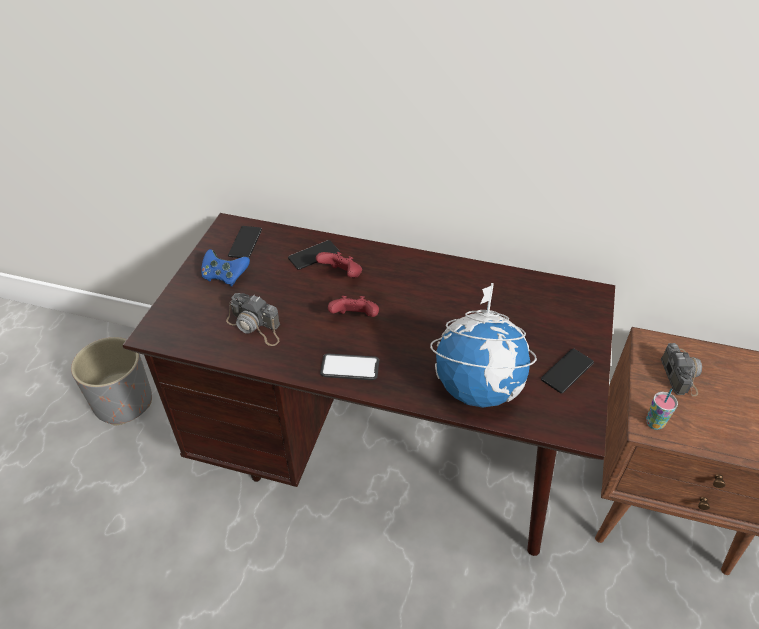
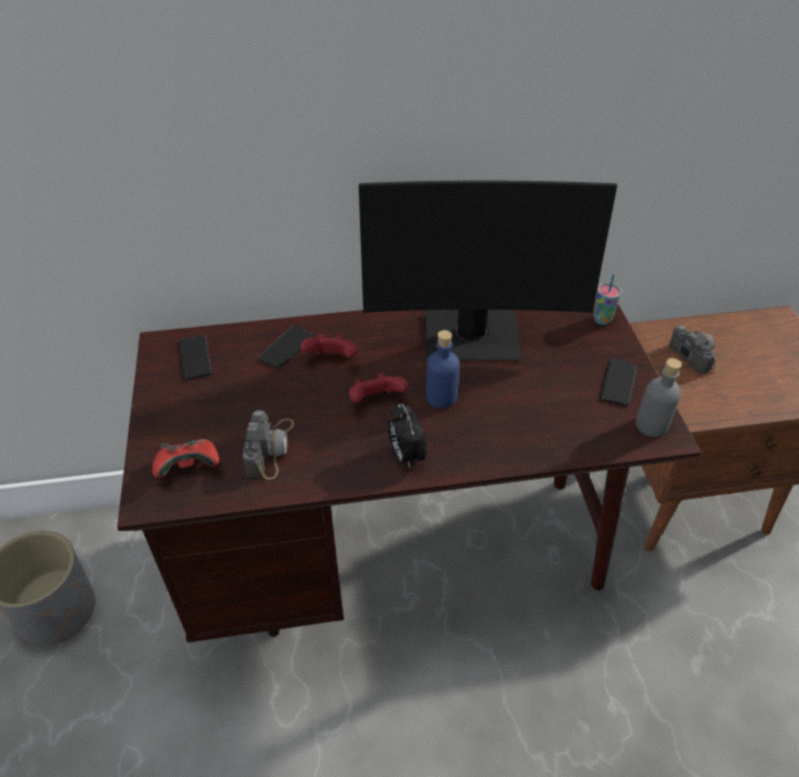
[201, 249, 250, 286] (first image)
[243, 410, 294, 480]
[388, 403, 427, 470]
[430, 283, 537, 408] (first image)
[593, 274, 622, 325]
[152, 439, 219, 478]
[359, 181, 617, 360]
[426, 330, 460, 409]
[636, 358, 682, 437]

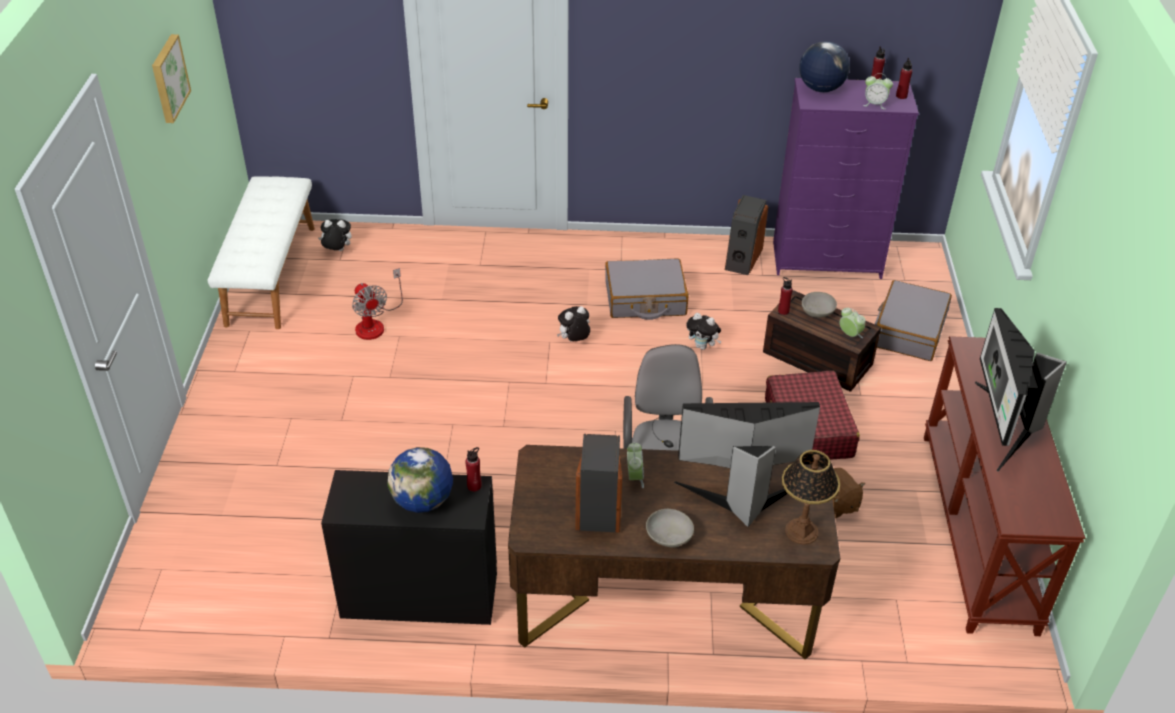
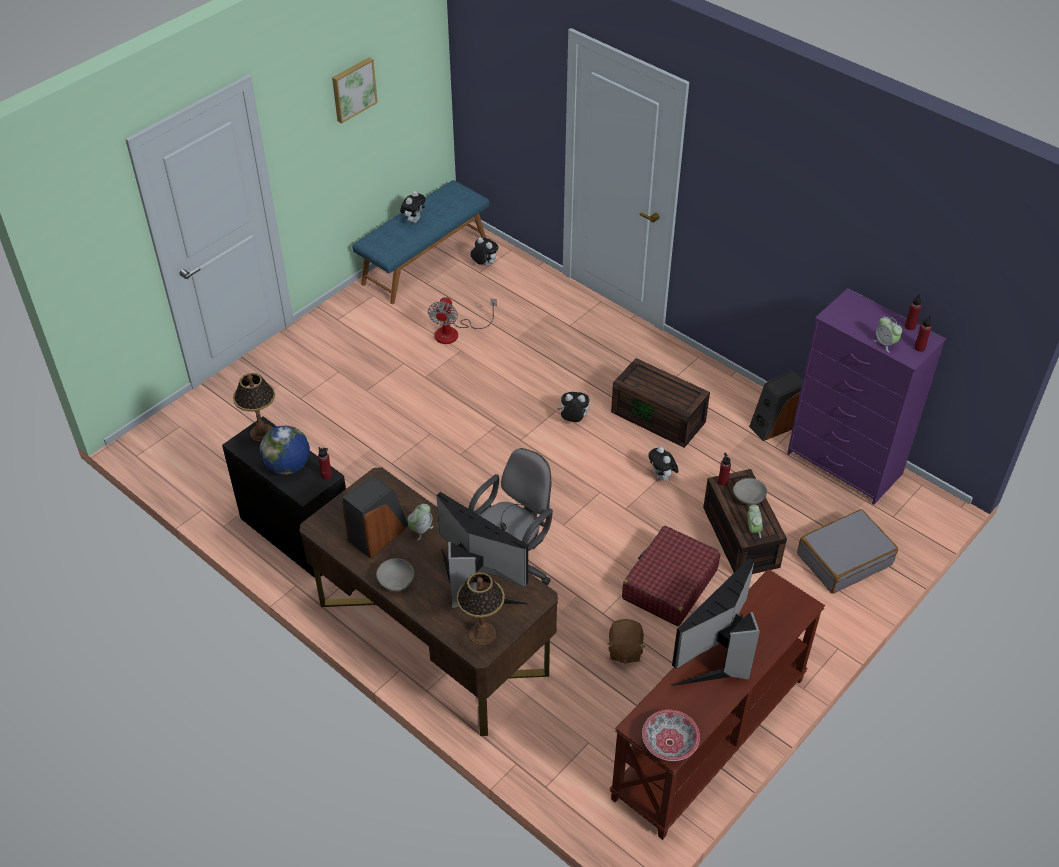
[352, 180, 490, 304]
[611, 358, 710, 448]
[799, 41, 850, 92] (first image)
[233, 373, 275, 442]
[400, 191, 425, 223]
[642, 710, 700, 761]

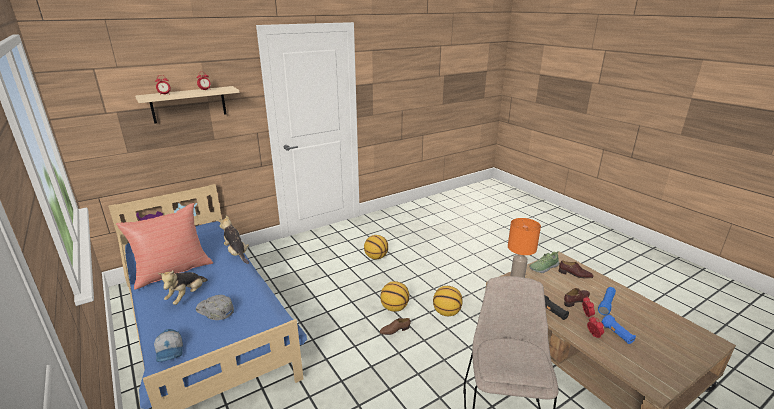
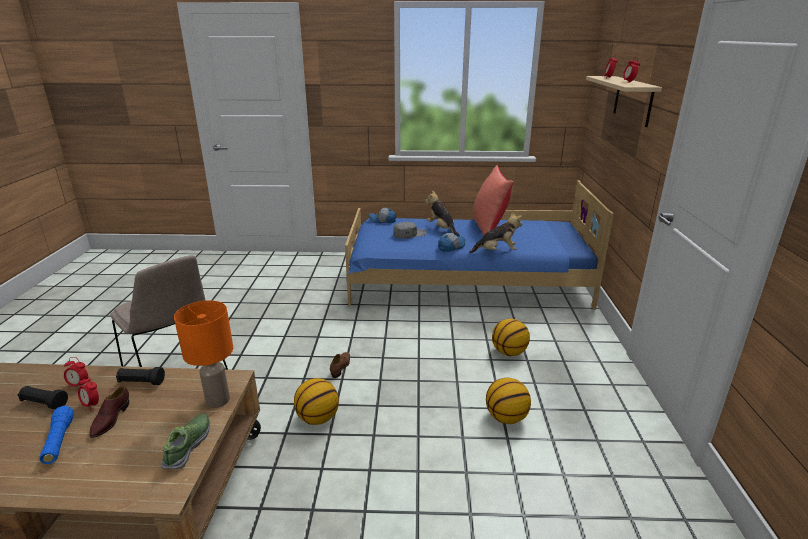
[492, 319, 530, 356]
[559, 260, 594, 279] (first image)
[17, 386, 68, 410]
[438, 233, 465, 252]

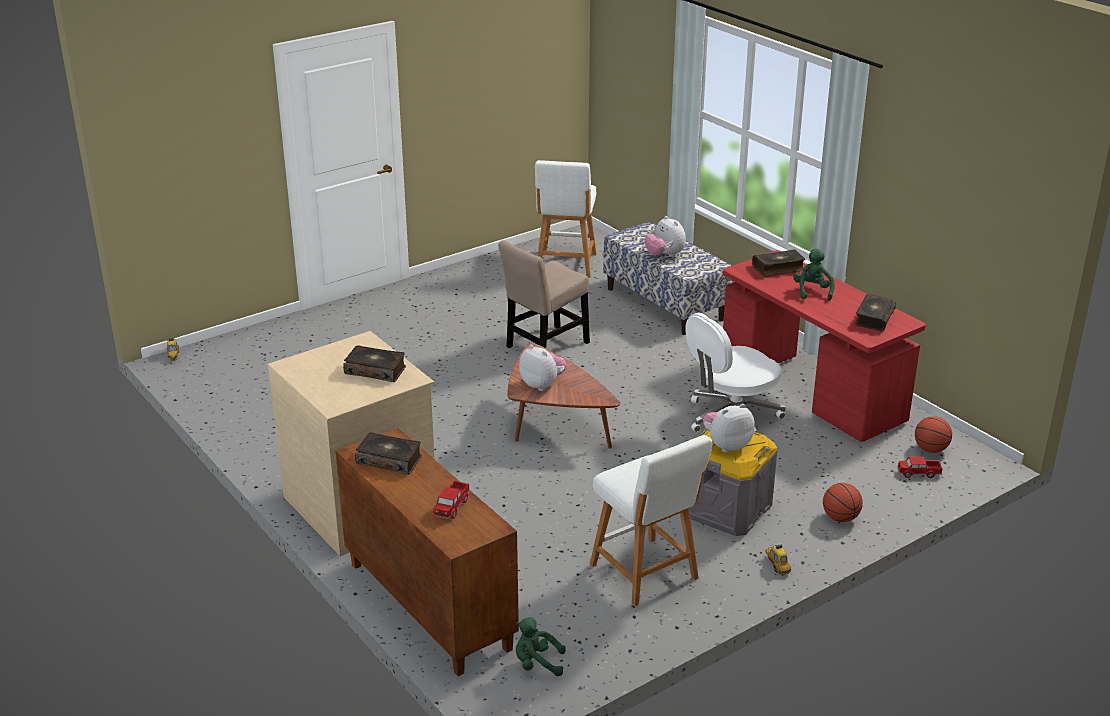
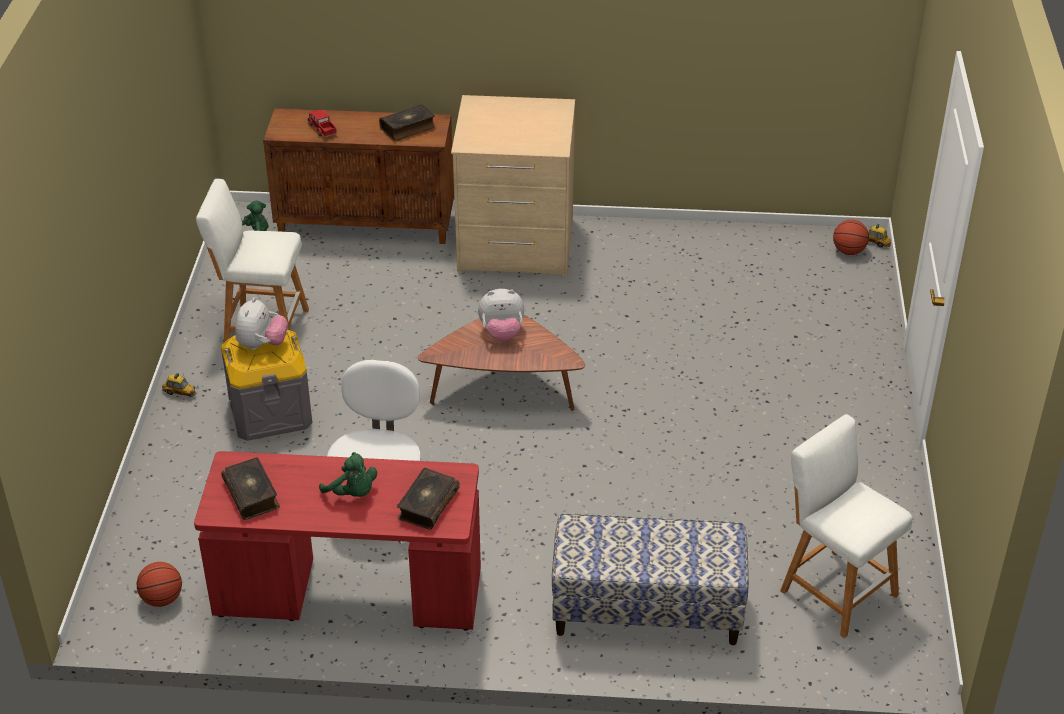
[343, 345, 406, 382] (first image)
[498, 240, 590, 348] (first image)
[644, 216, 686, 257] (first image)
[833, 220, 869, 255]
[897, 456, 943, 478] (first image)

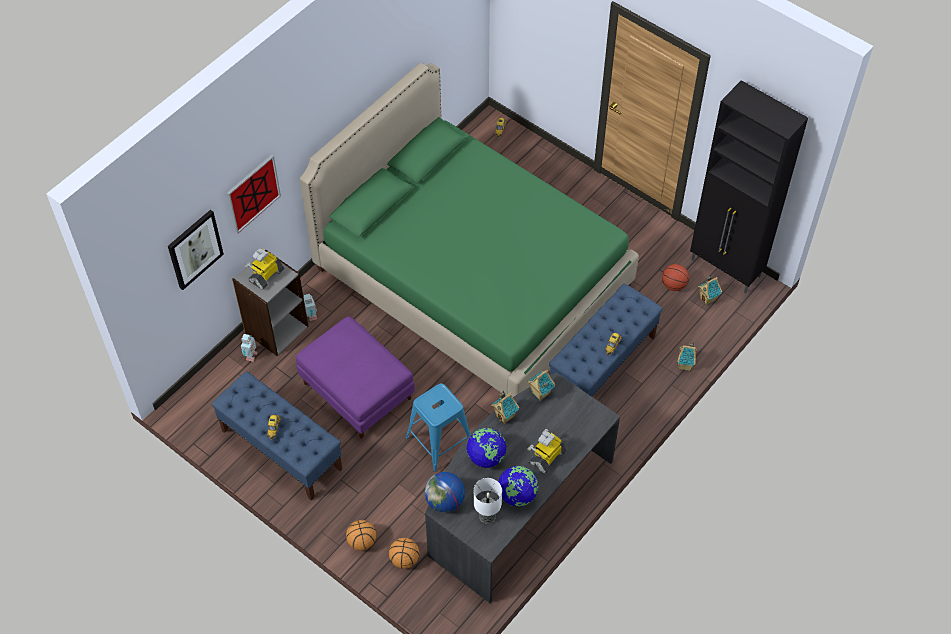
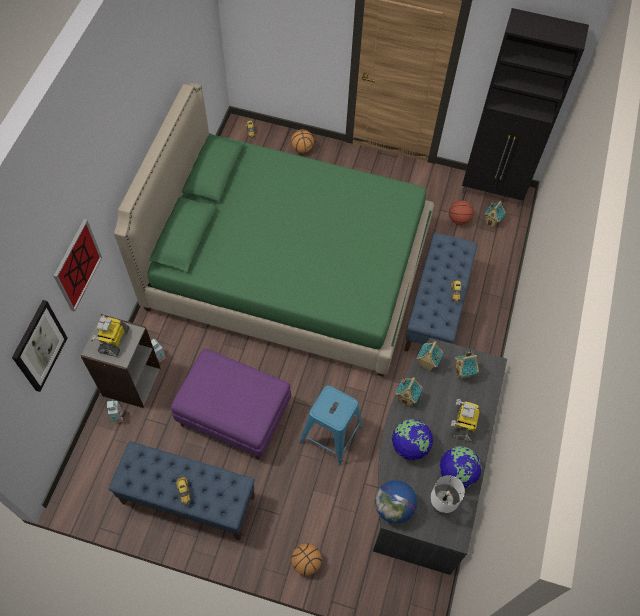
[291, 129, 314, 153]
[454, 349, 479, 380]

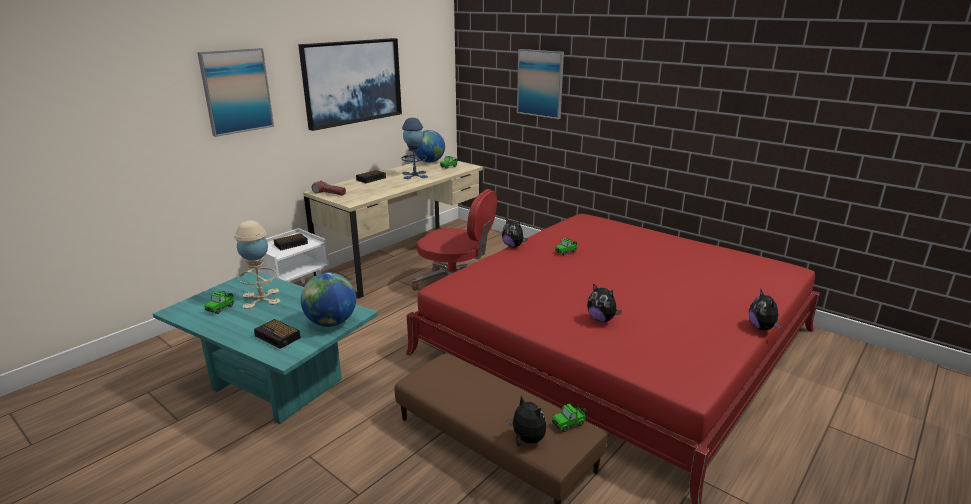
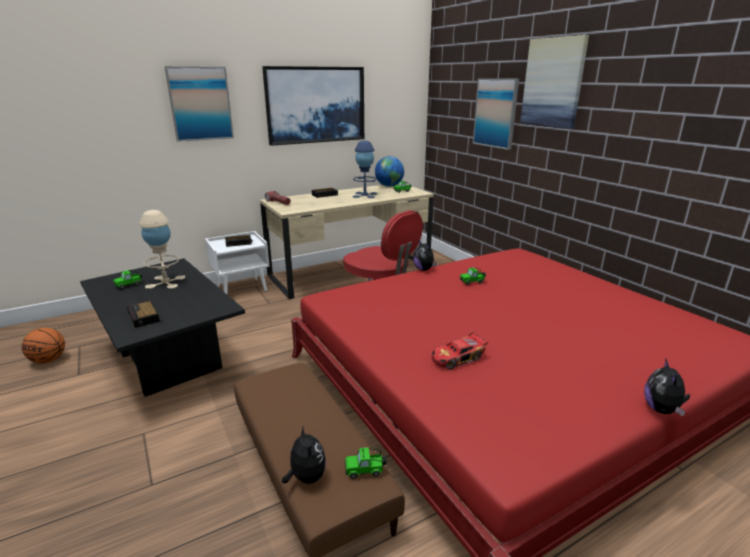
[80, 258, 245, 397]
[301, 273, 356, 327] (first image)
[432, 332, 488, 369]
[22, 328, 65, 363]
[520, 35, 589, 129]

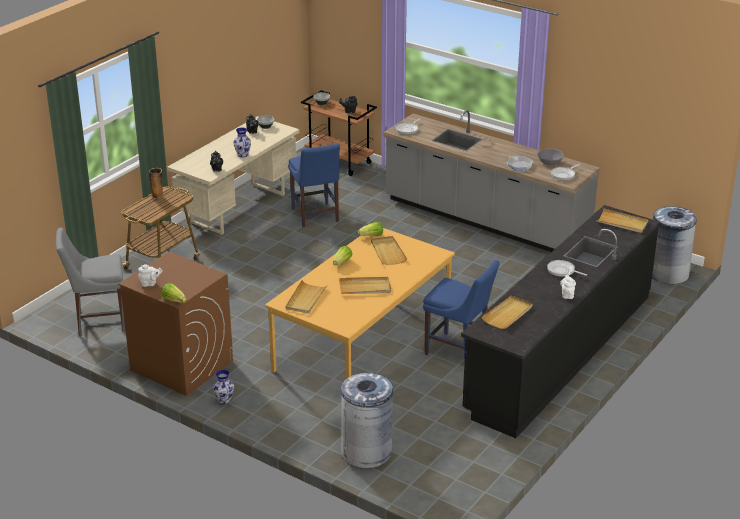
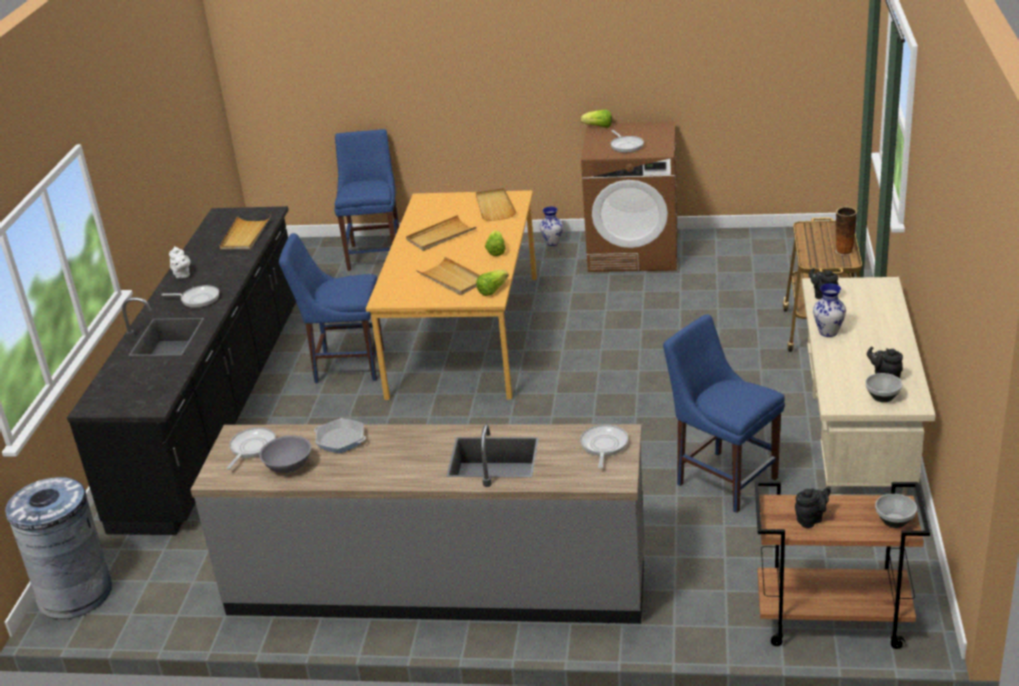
[56, 228, 126, 336] (first image)
[138, 264, 163, 287] (first image)
[334, 129, 399, 271]
[596, 209, 648, 233] (first image)
[610, 130, 644, 153]

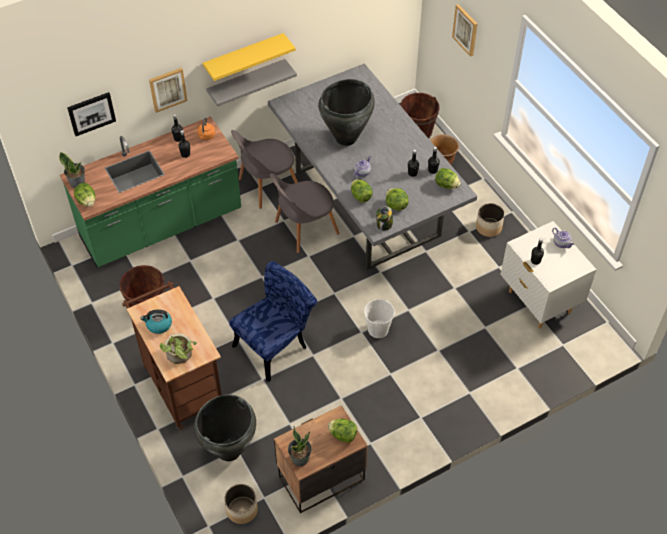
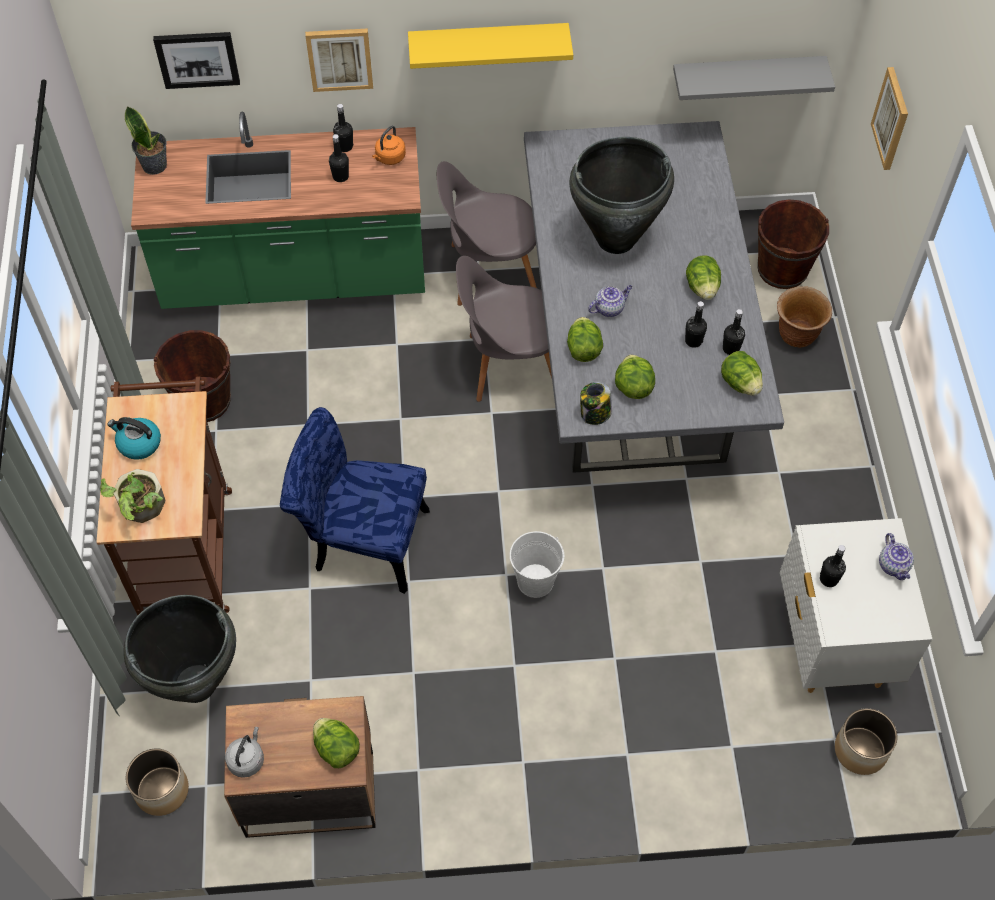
[686, 255, 721, 300]
[673, 56, 835, 100]
[280, 407, 430, 594]
[225, 727, 264, 778]
[835, 708, 898, 775]

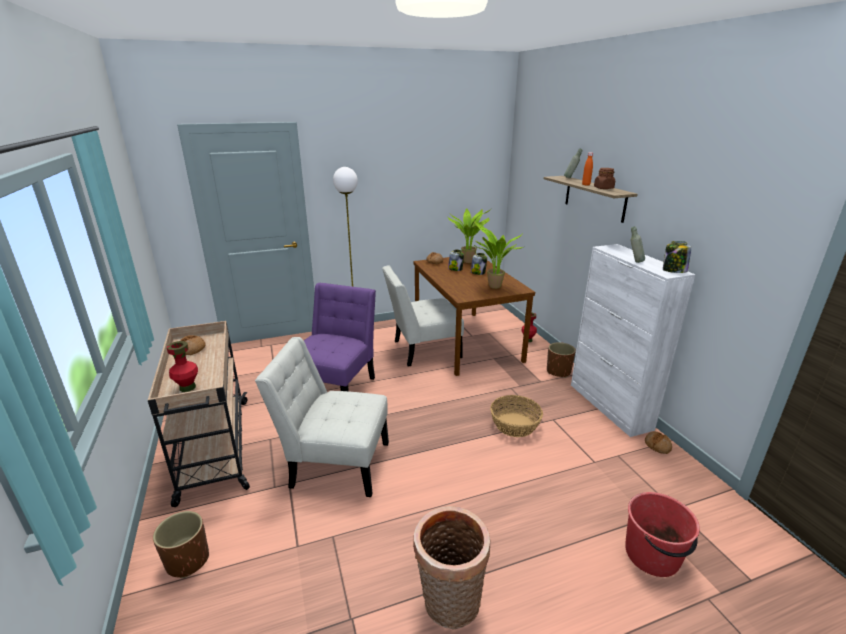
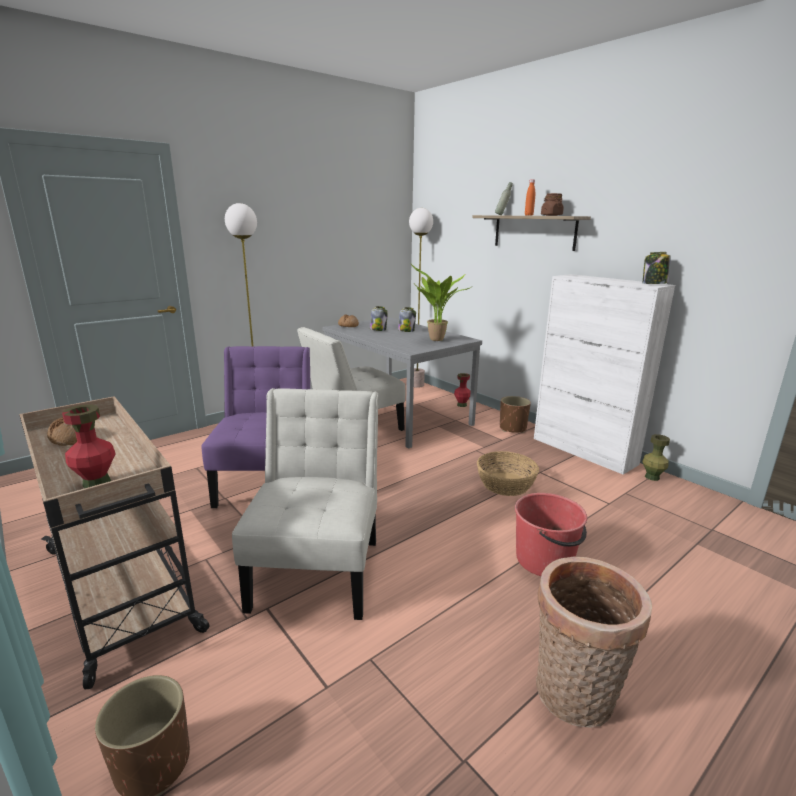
[232, 388, 378, 620]
[322, 317, 482, 448]
[448, 207, 493, 263] (first image)
[515, 493, 587, 576]
[631, 227, 645, 263] (first image)
[642, 434, 670, 481]
[409, 208, 433, 388]

